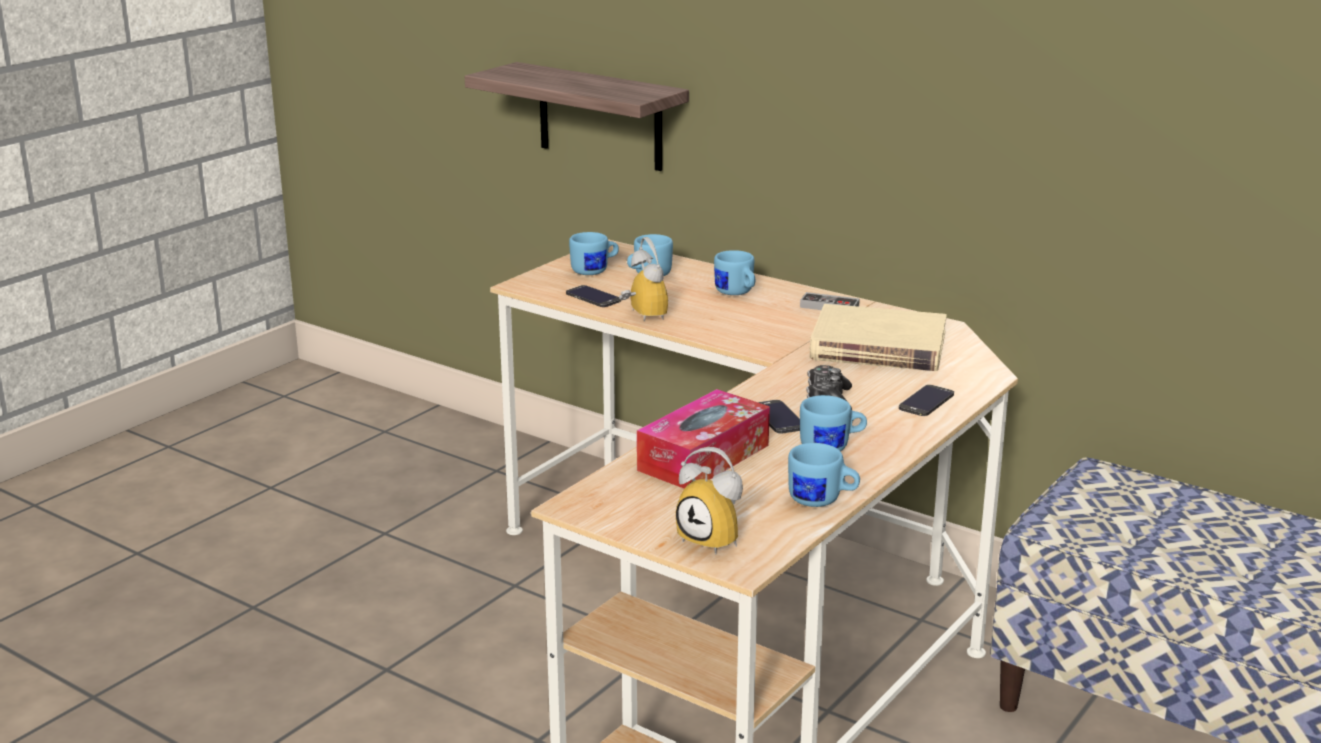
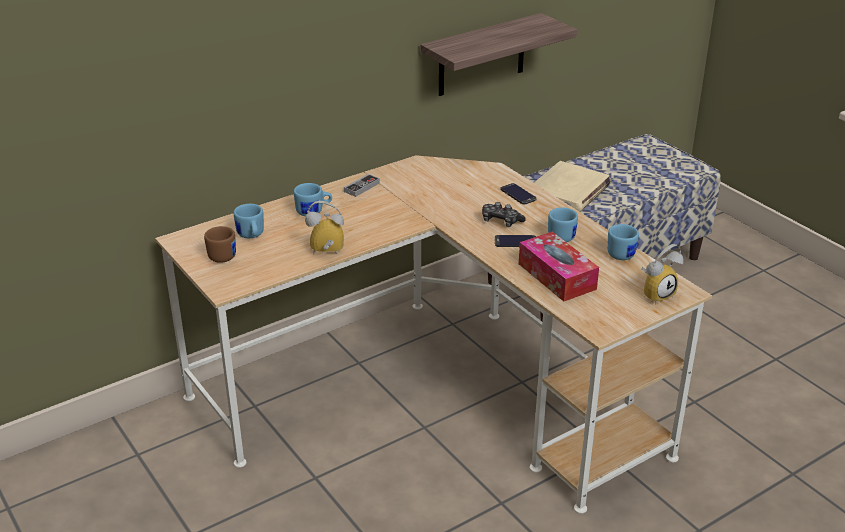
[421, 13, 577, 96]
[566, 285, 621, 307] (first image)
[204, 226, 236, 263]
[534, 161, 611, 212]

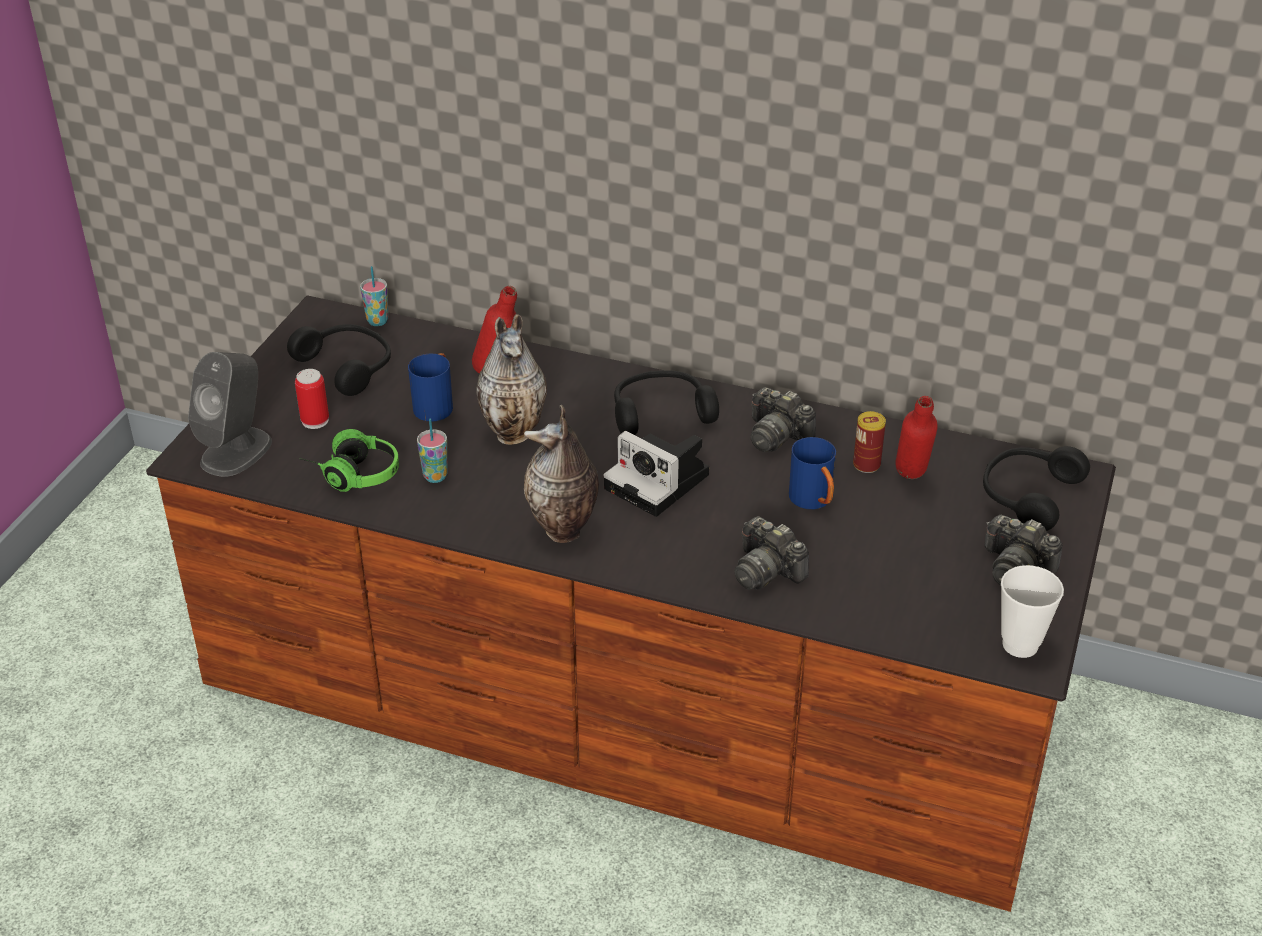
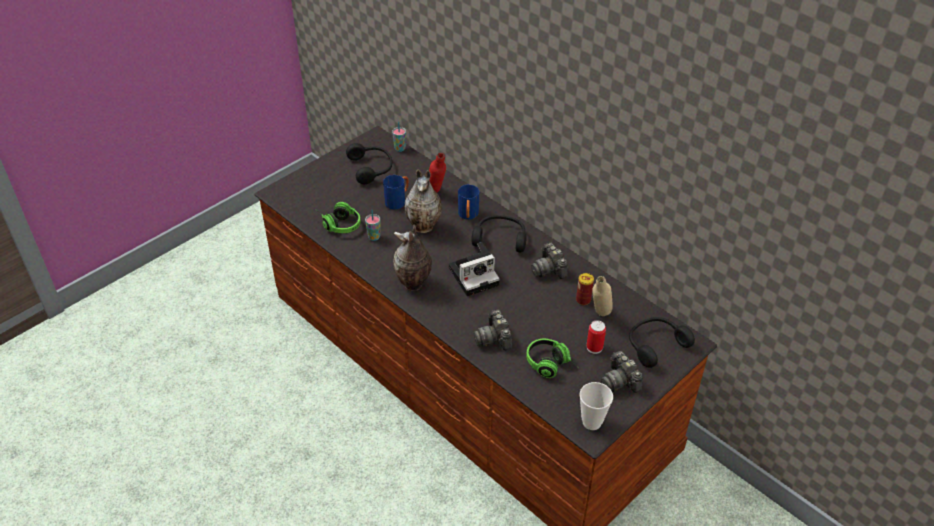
[188, 352, 272, 477] (first image)
[586, 320, 606, 354]
[449, 242, 500, 296]
[458, 185, 479, 220]
[592, 276, 613, 316]
[526, 339, 579, 378]

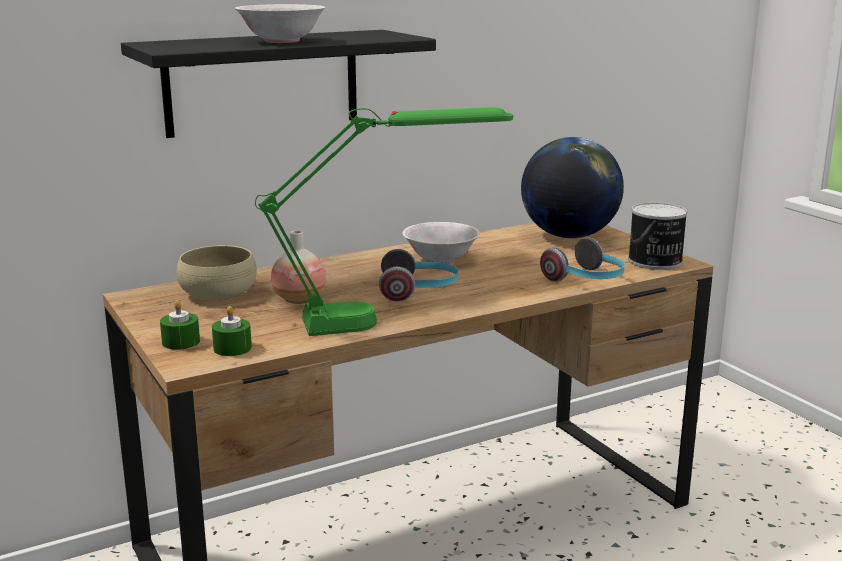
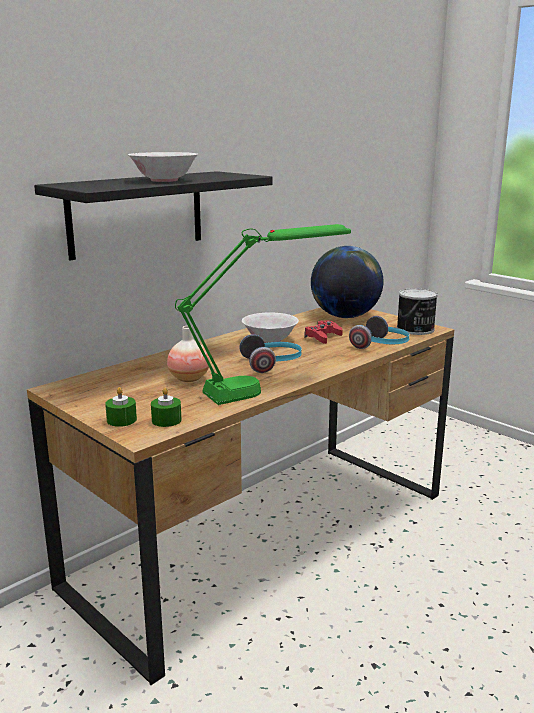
[176, 245, 257, 300] (first image)
[304, 320, 343, 344]

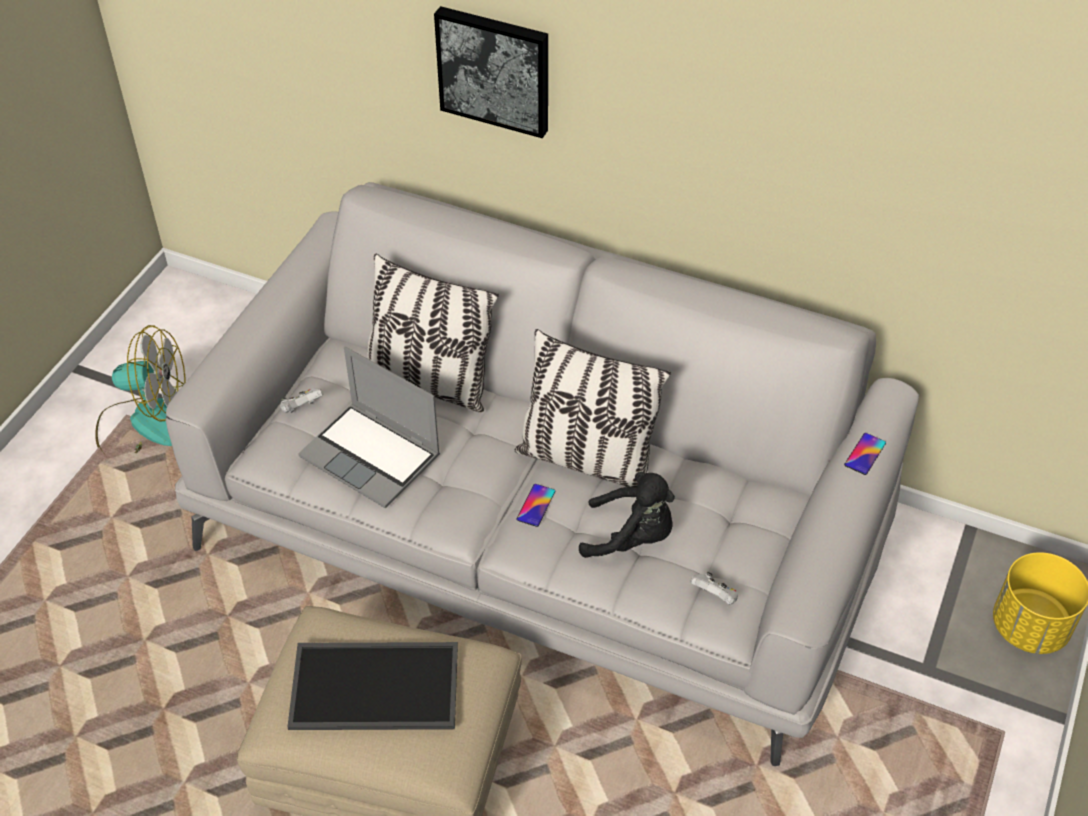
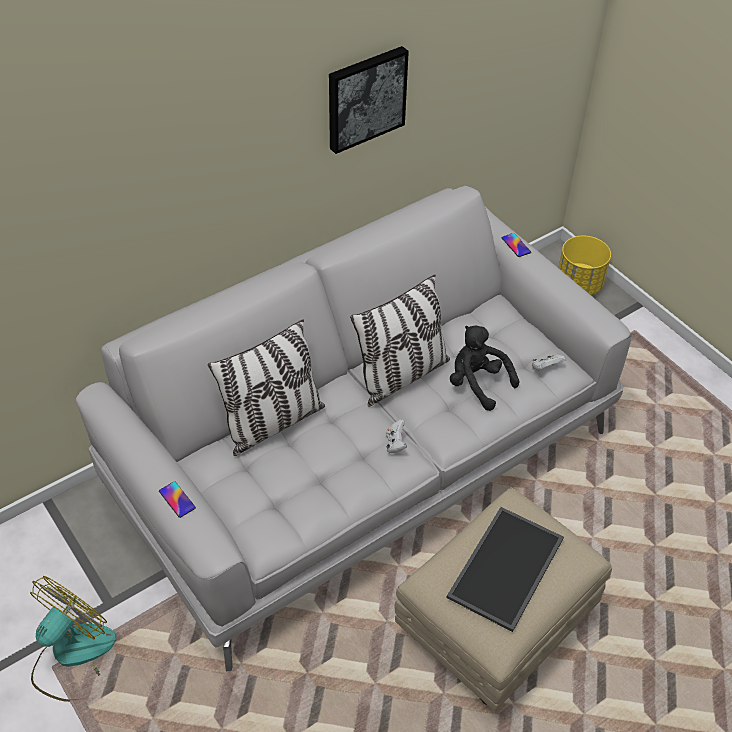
[386, 419, 407, 453]
[298, 347, 440, 509] (first image)
[329, 46, 409, 154]
[159, 481, 196, 518]
[450, 325, 519, 411]

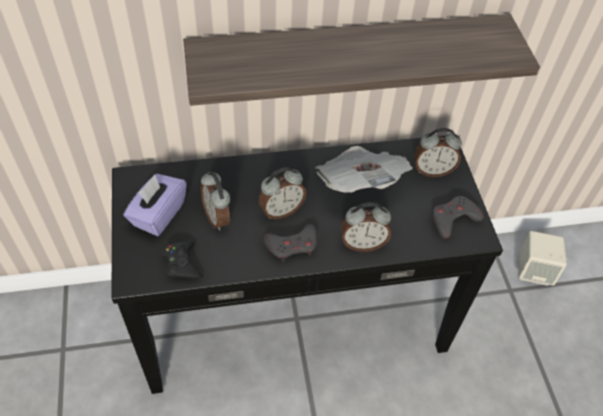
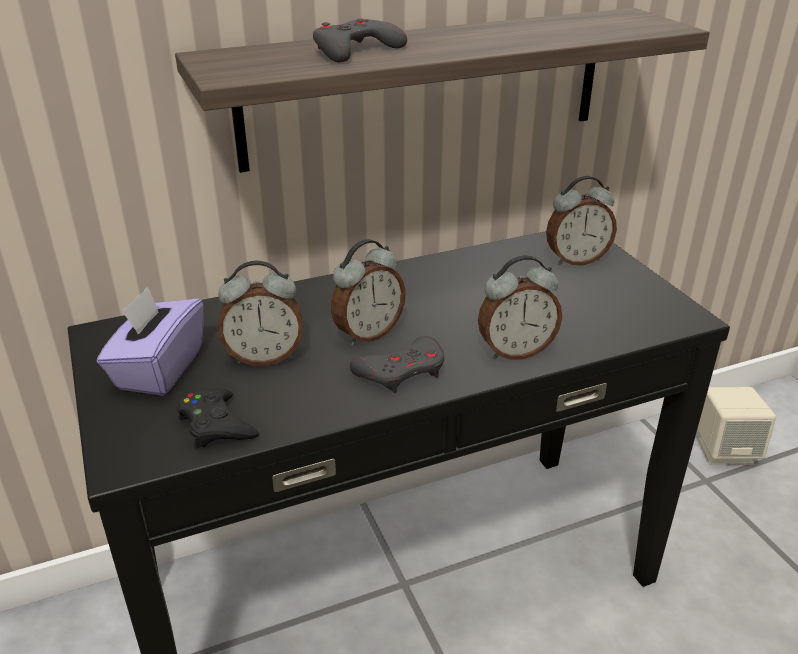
[218, 261, 303, 366]
[315, 146, 413, 193] (first image)
[313, 18, 407, 63]

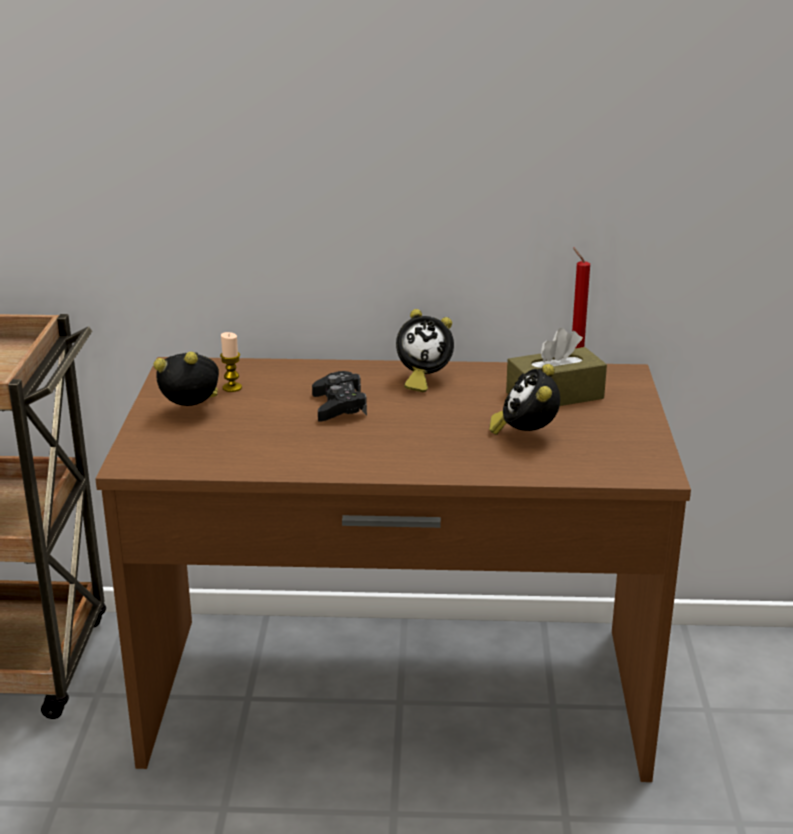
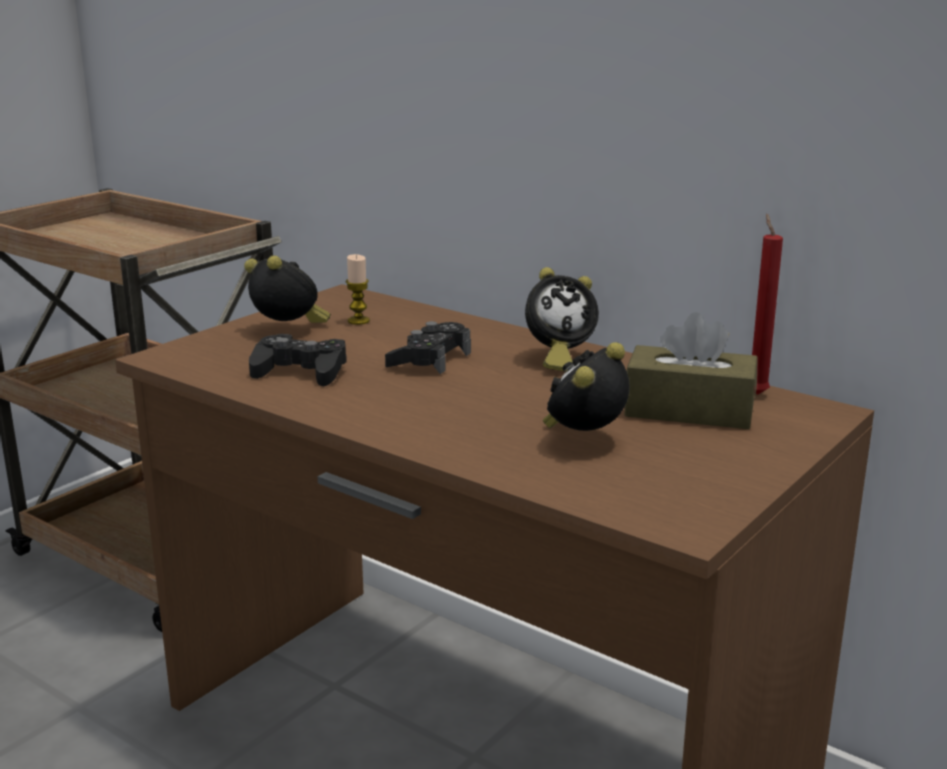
[525, 267, 599, 371]
[249, 334, 347, 386]

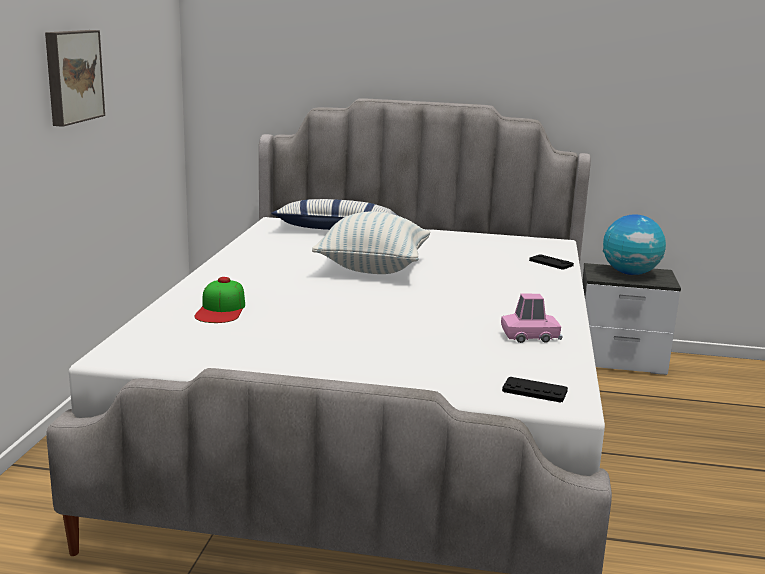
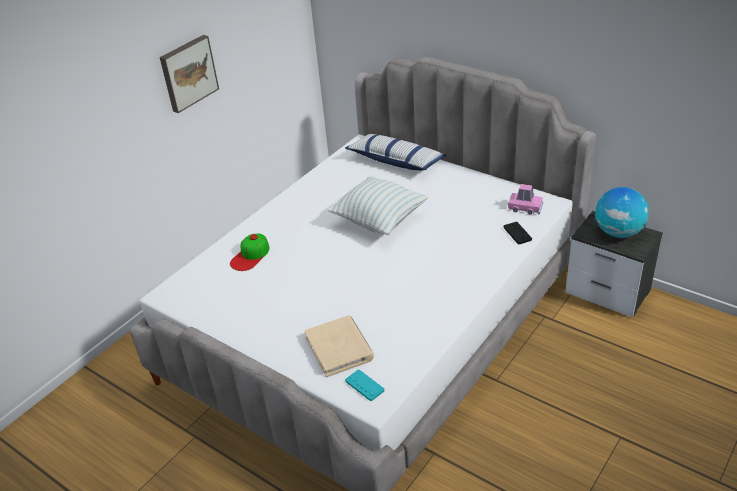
[508, 184, 543, 214]
[345, 370, 384, 401]
[305, 315, 374, 377]

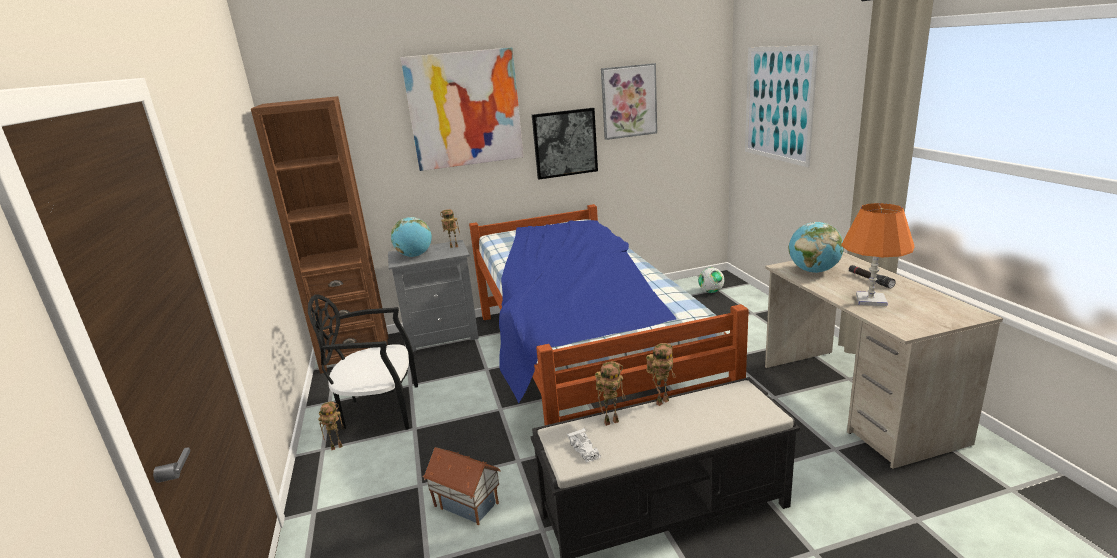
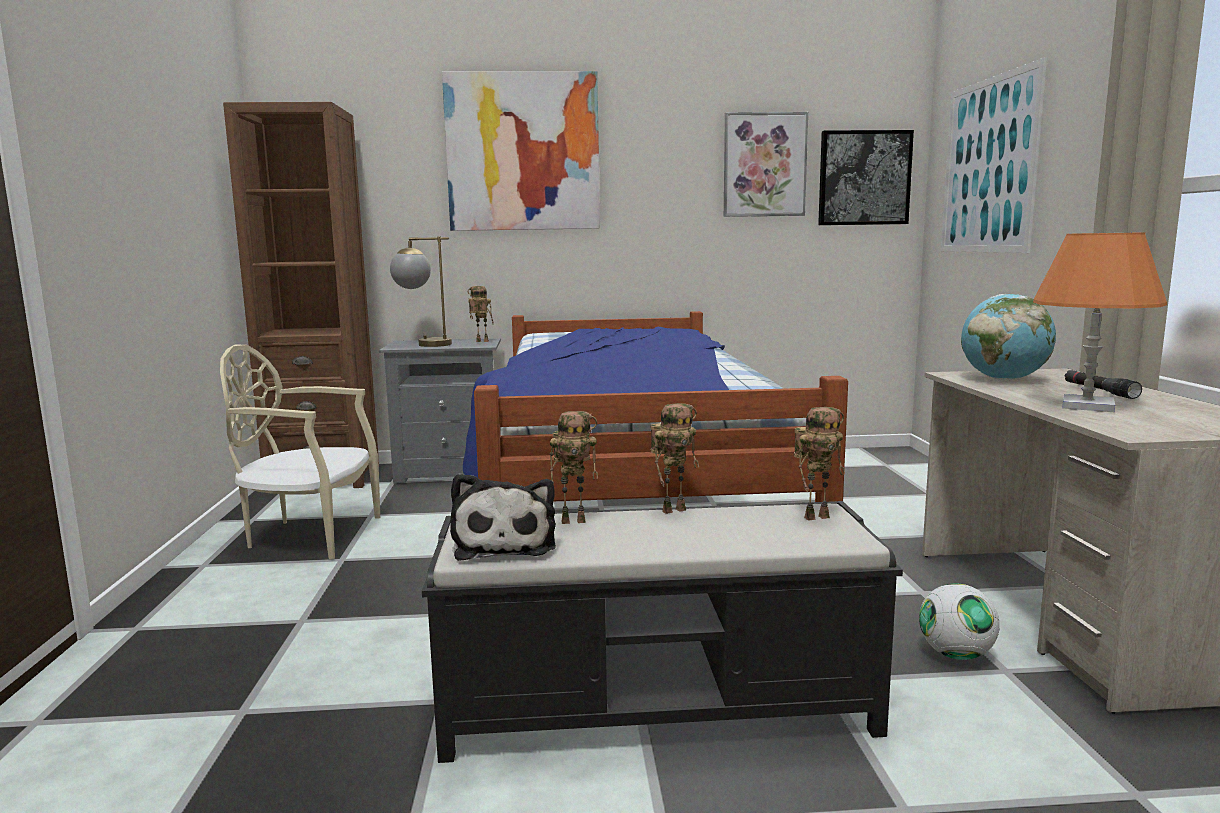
[220, 344, 380, 559]
[794, 407, 845, 521]
[390, 237, 452, 347]
[423, 447, 501, 525] (first image)
[818, 130, 914, 225]
[450, 473, 556, 561]
[919, 583, 1000, 660]

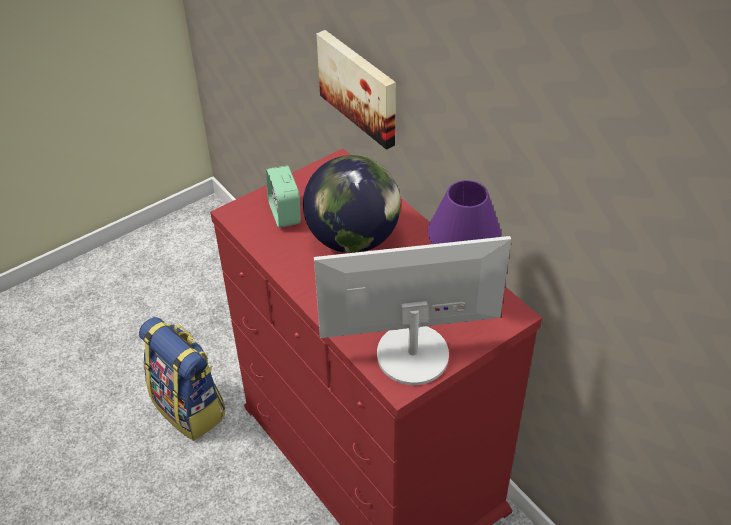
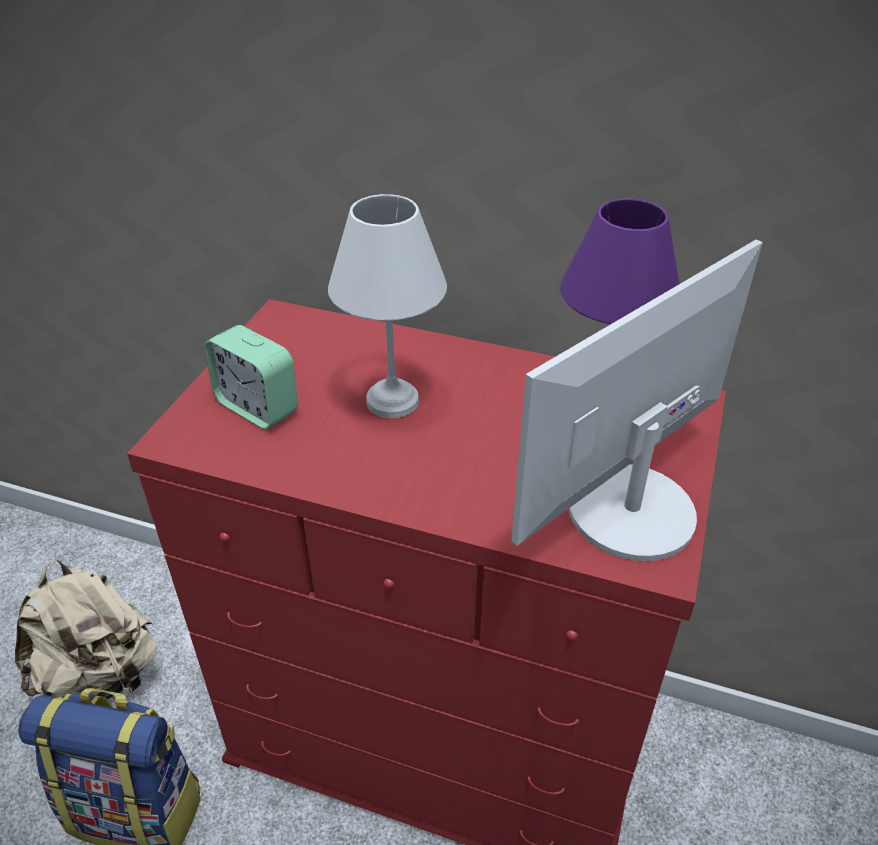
[328, 194, 447, 418]
[316, 30, 396, 150] (first image)
[15, 558, 157, 699]

